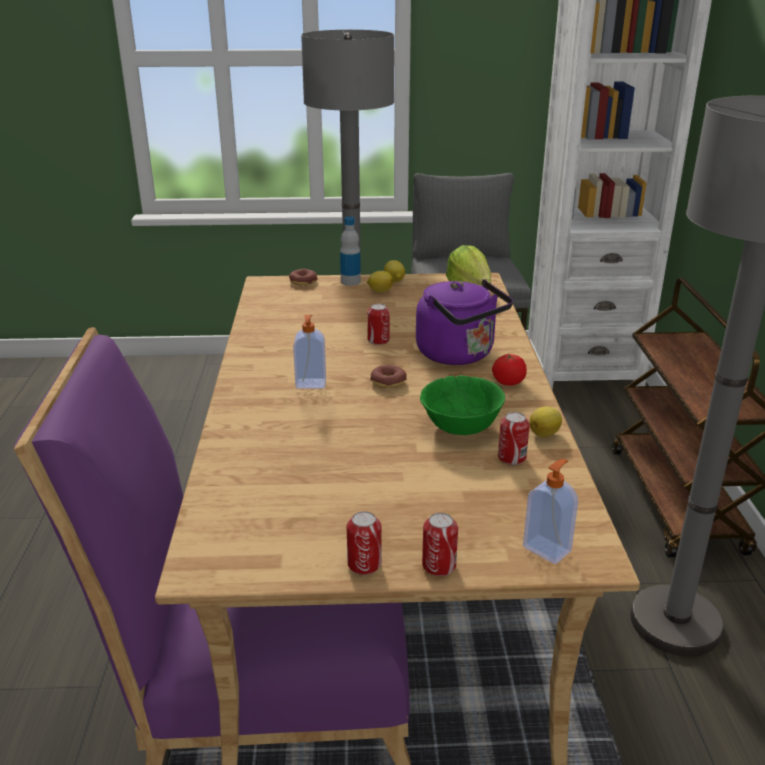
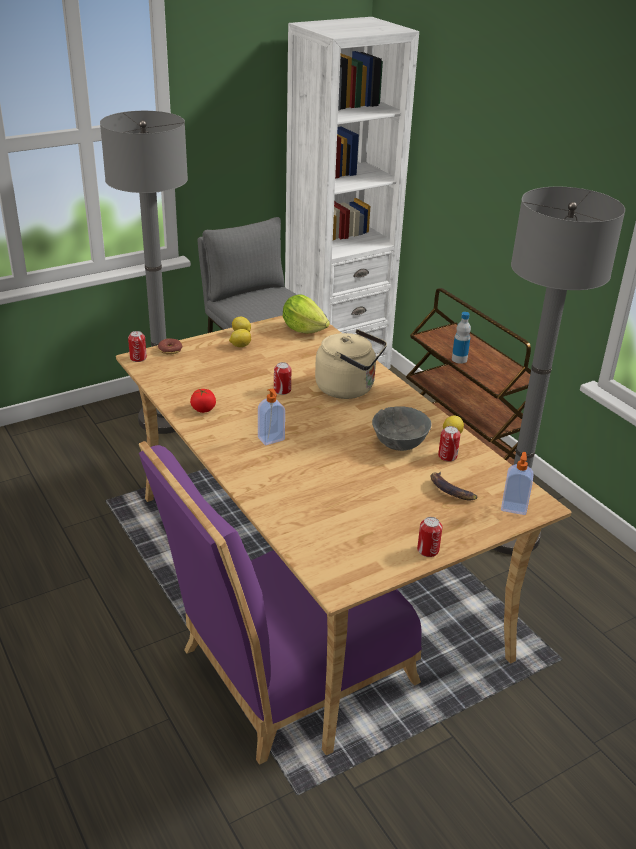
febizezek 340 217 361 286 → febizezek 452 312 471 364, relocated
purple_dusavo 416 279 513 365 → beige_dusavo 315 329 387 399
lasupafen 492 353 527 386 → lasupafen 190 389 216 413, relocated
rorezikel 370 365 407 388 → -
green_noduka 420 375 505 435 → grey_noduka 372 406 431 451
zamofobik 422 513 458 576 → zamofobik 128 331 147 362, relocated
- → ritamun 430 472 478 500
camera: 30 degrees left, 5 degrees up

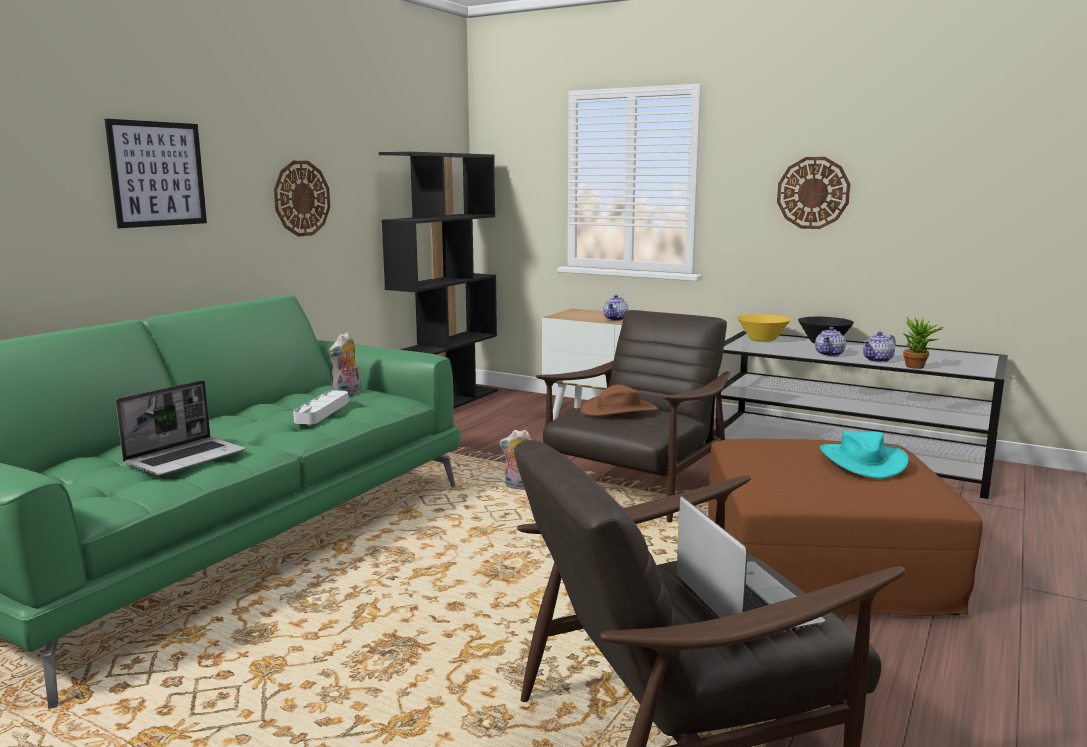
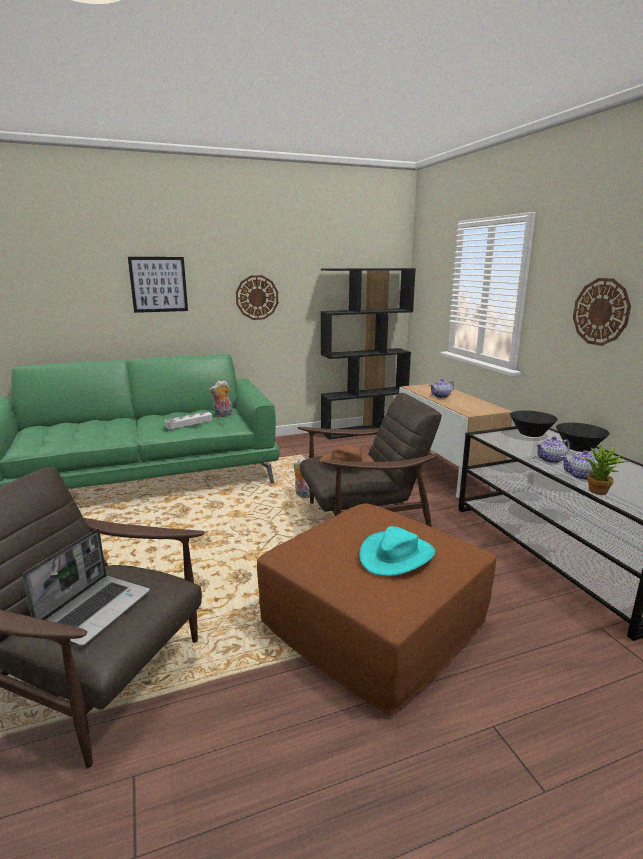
yellow_noduka 737 314 791 342 → black_noduka 510 411 558 437
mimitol 116 380 246 476 → -
camera: 40 degrees right, 5 degrees up

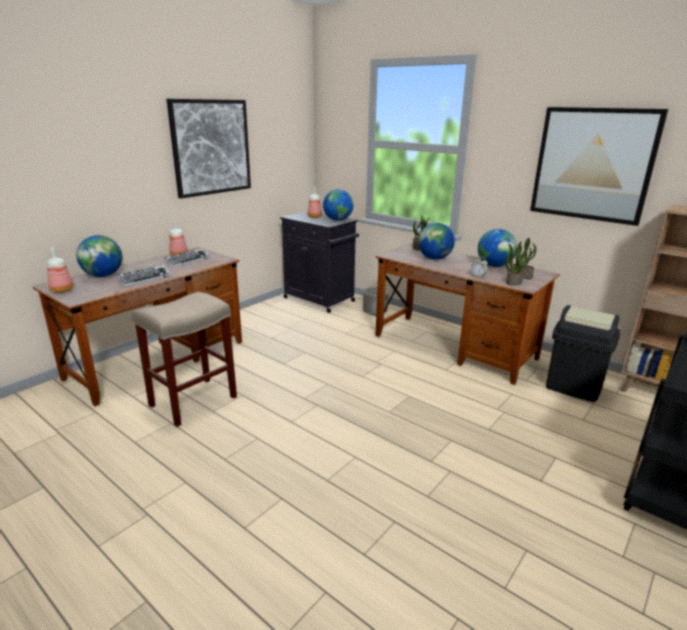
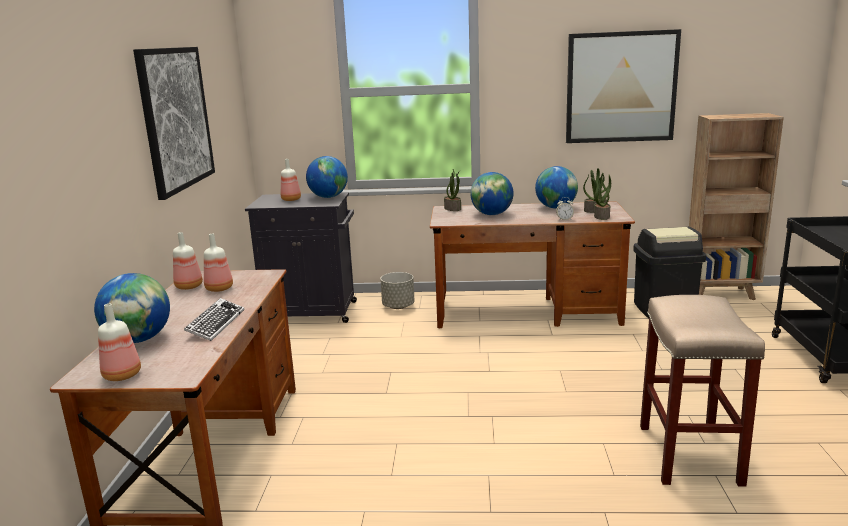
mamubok 164 248 211 267 → febizezek 204 234 233 292
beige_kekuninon 132 292 237 427 → beige_kekuninon 640 295 765 487, relocated
camera: 35 degrees left, 5 degrees down

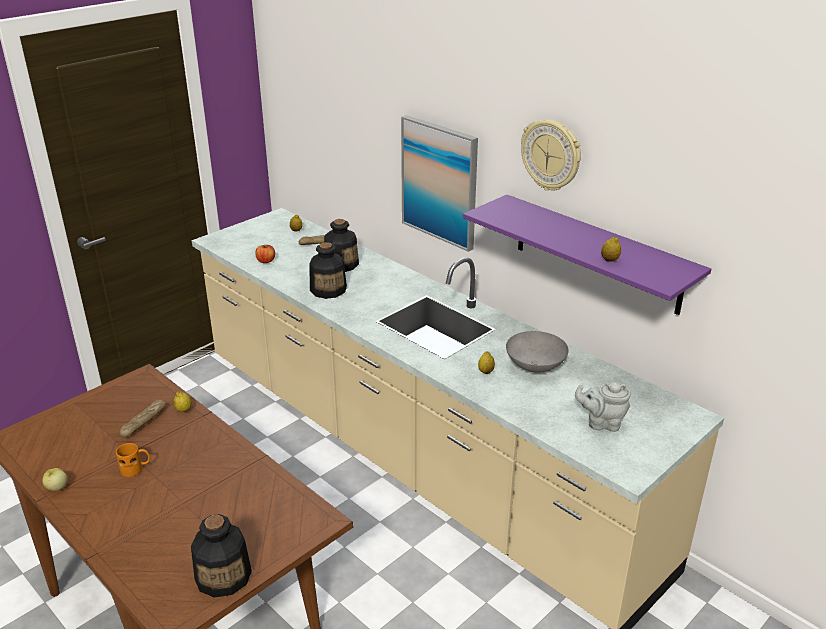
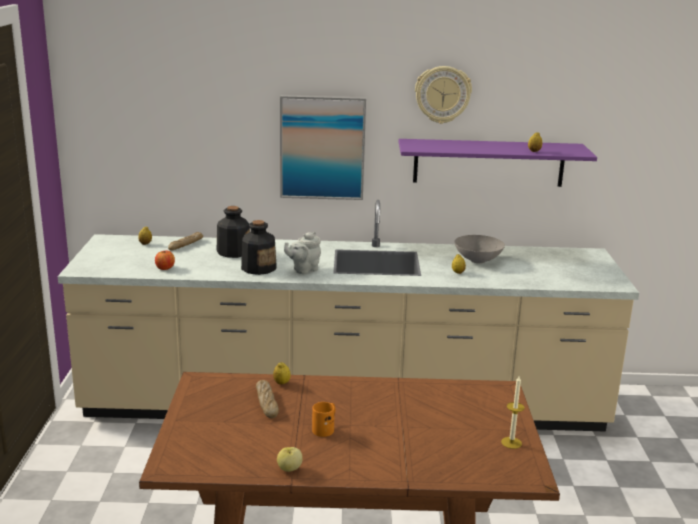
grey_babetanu 575 382 631 432 → grey_babetanu 284 232 321 274, relocated
febizezek 191 514 252 598 → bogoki 501 376 525 449
camera: 45 degrees left, 10 degrees down

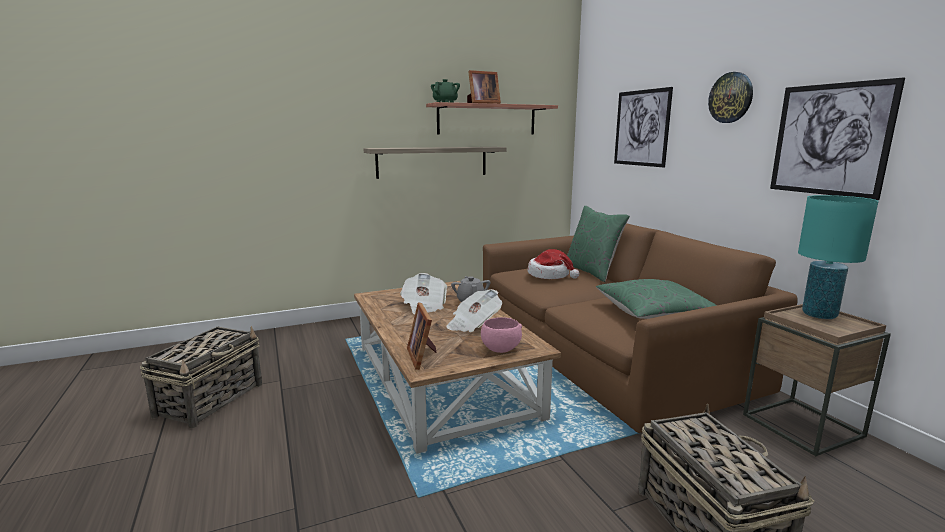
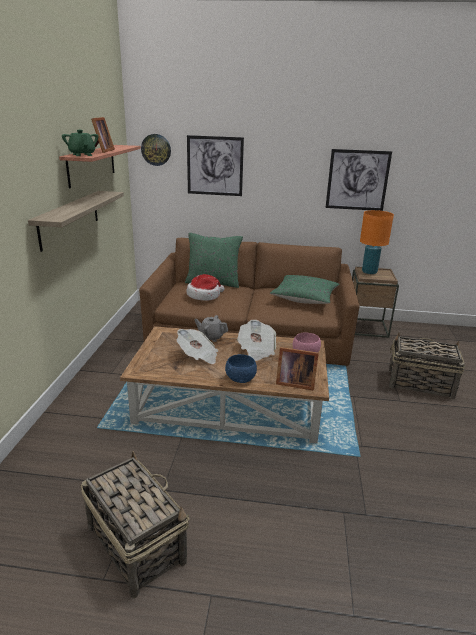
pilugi 708 72 753 123 → pilugi 141 134 171 166, relocated
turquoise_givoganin 798 195 879 319 → orange_givoganin 360 210 394 274
- → blue_noduka 225 354 257 383
camera: 60 degrees left, 10 degrees up

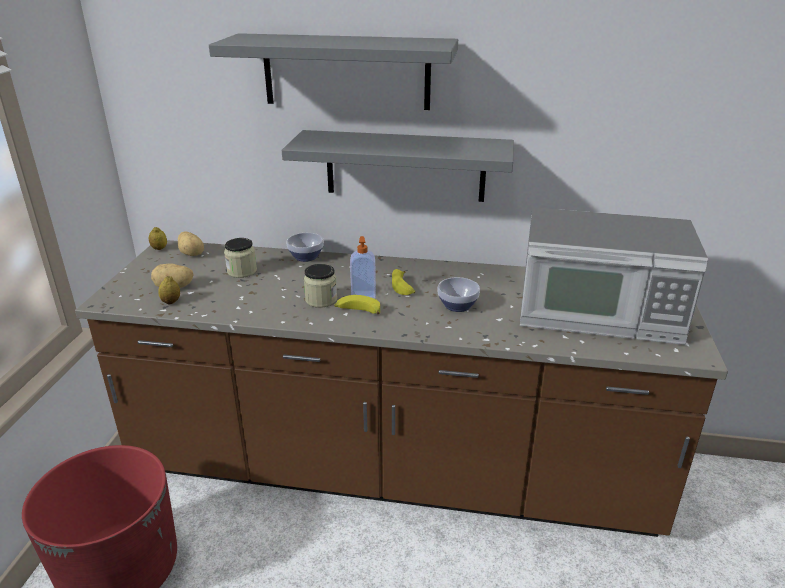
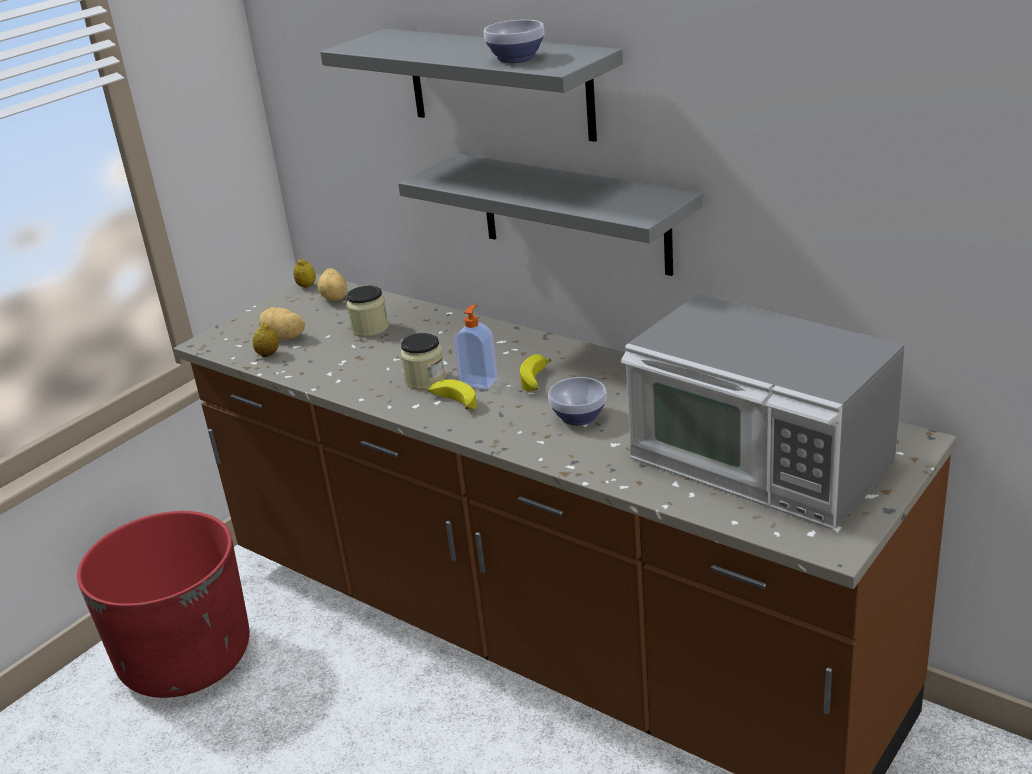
noduka 287 233 324 262 → noduka 484 20 544 63, relocated
camera: 30 degrees right, 0 degrees up

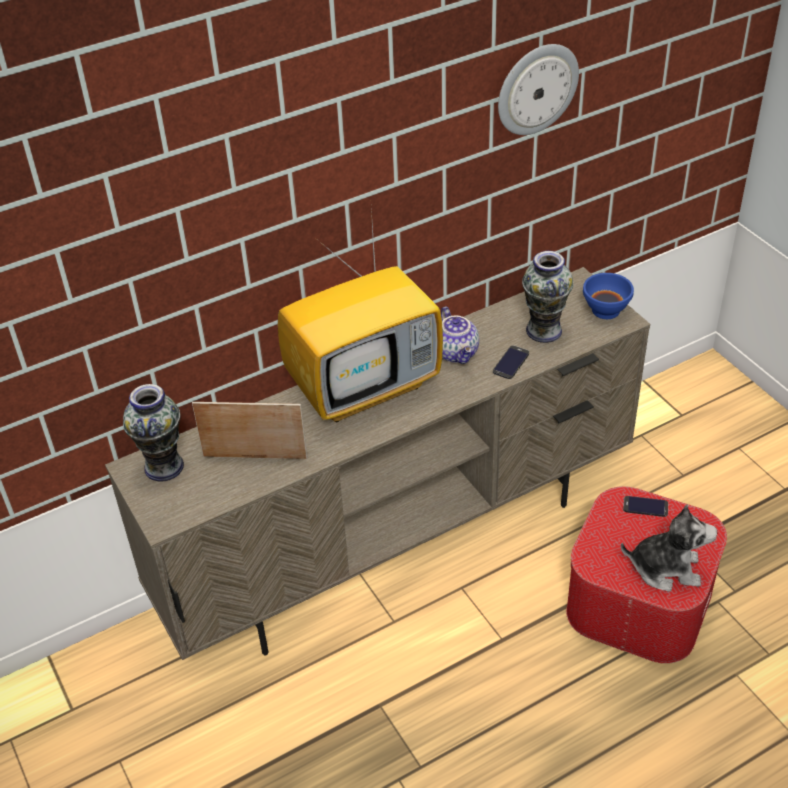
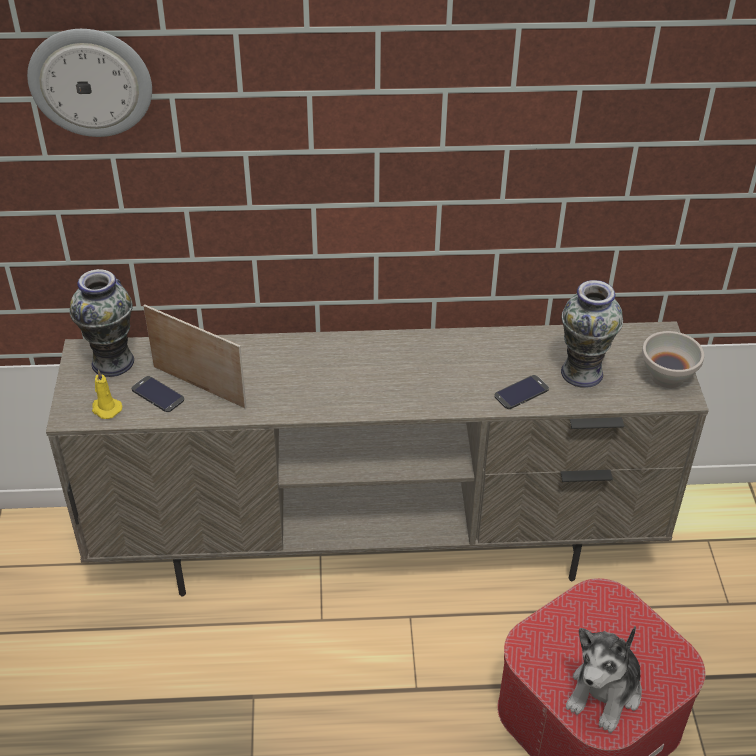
pilugi 498 44 579 135 → pilugi 27 29 152 137, relocated
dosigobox 278 209 443 422 → -
blue_noduka 583 273 634 319 → white_noduka 642 331 704 388
babetanu 441 307 479 364 → -
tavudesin 623 496 668 517 → tavudesin 131 376 184 412, relocated
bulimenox 621 505 718 591 → bulimenox 566 626 642 733, 90 degrees clockwise
- → yellow_bogoki 92 370 122 419
camera: 25 degrees right, 0 degrees up

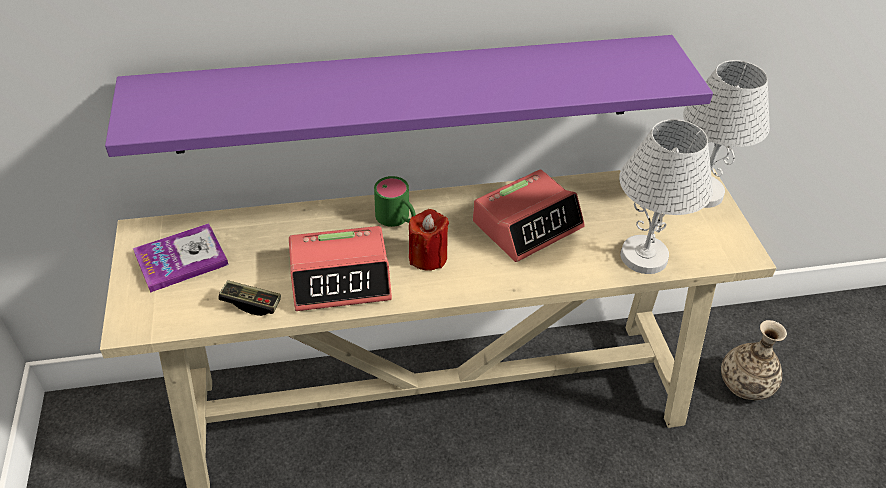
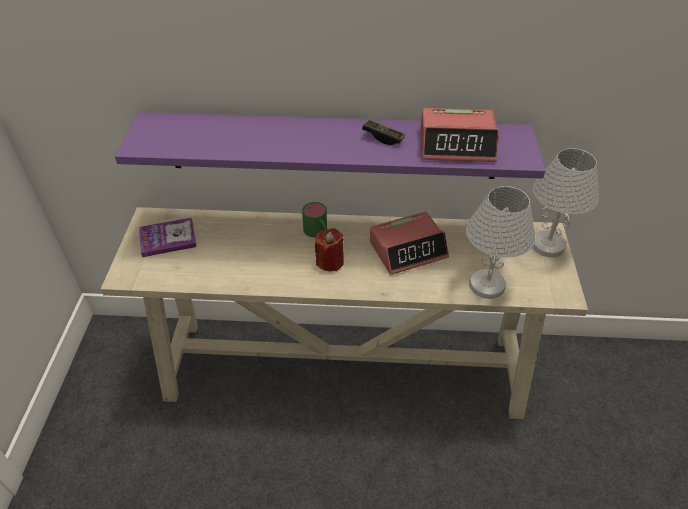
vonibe 289 226 392 311 → vonibe 420 108 499 162, relocated
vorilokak 218 280 281 316 → vorilokak 362 119 405 145, relocated
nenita 721 320 787 400 → -
camera: 15 degrees right, 0 degrees up

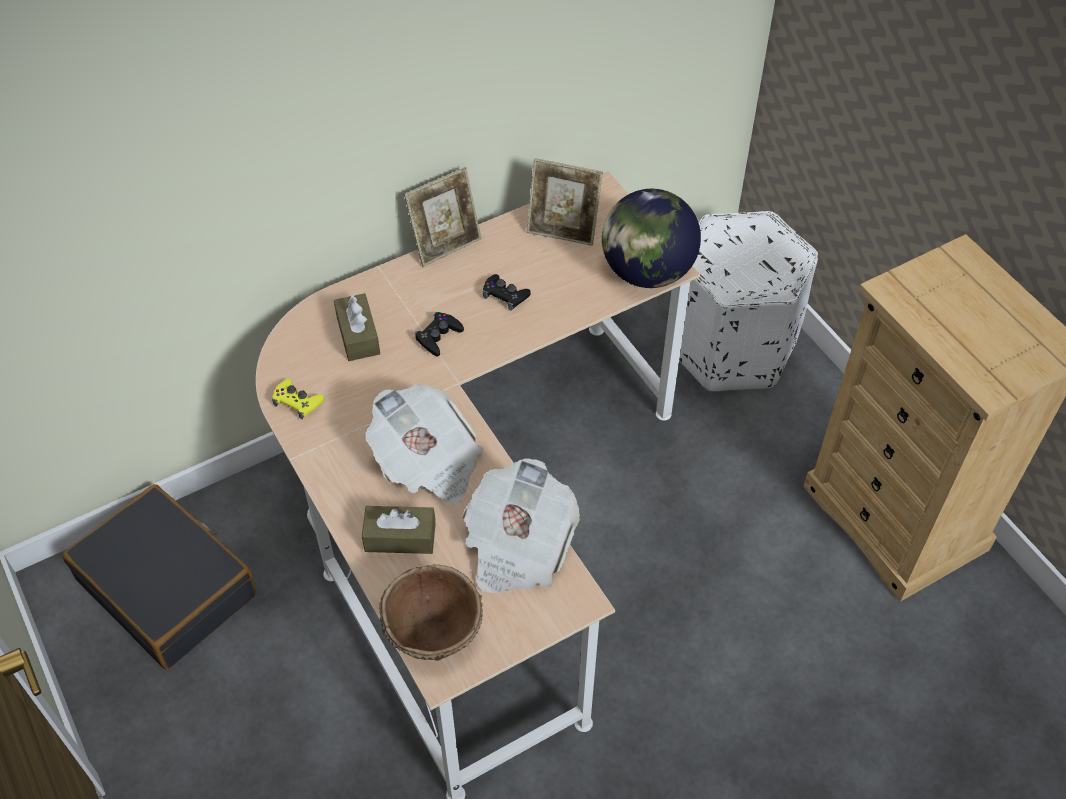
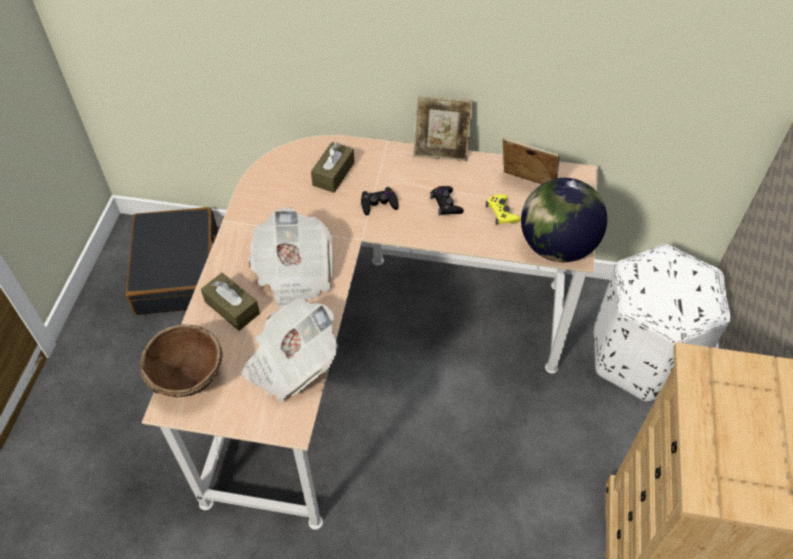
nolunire 527 158 603 246 → nolunire 502 138 560 184, 150 degrees clockwise
yellow_vorilokak 272 379 325 419 → yellow_vorilokak 486 194 521 225, relocated
camera: 40 degrees right, 0 degrees up

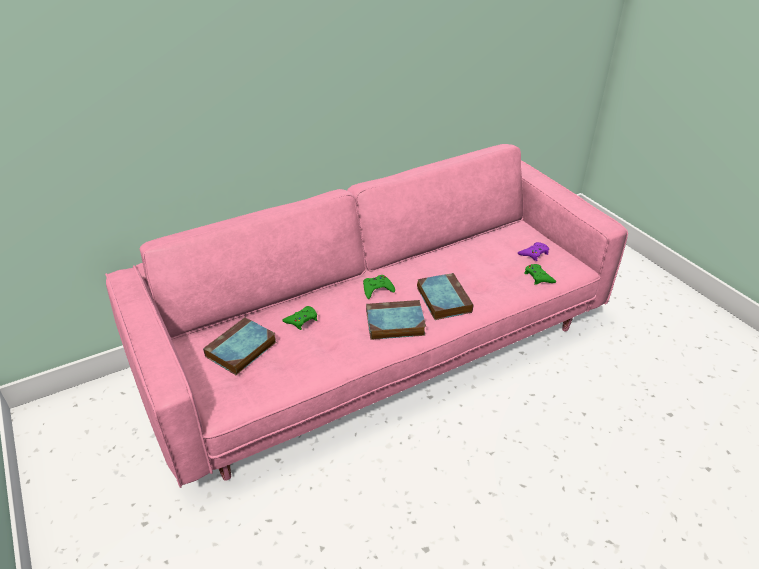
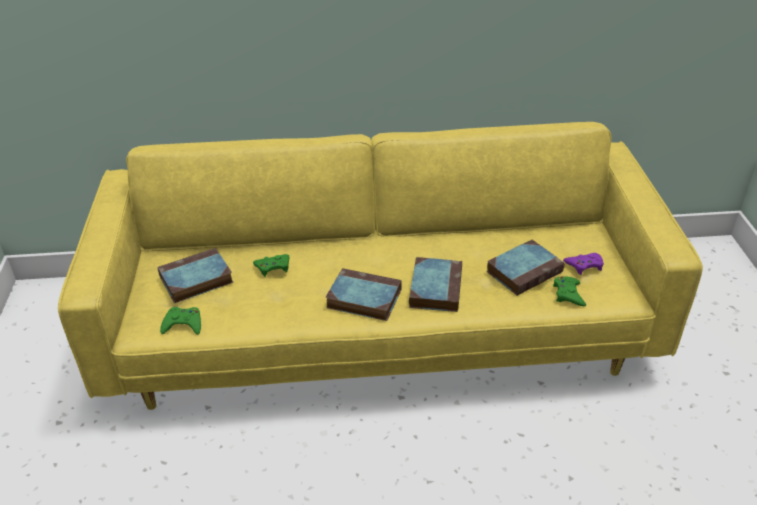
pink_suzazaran 105 144 628 488 → yellow_suzazaran 58 122 703 410
green_vorilokak 363 275 395 299 → green_vorilokak 160 307 201 335, relocated
- → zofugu 486 240 565 296
camera: 25 degrees right, 0 degrees up

